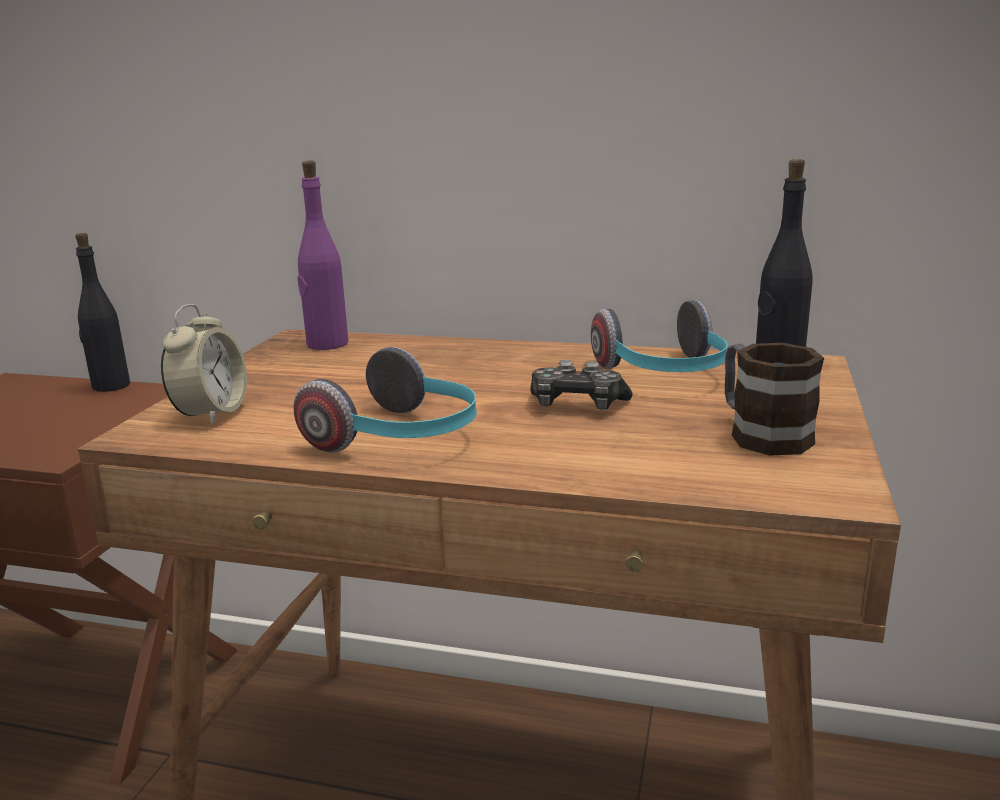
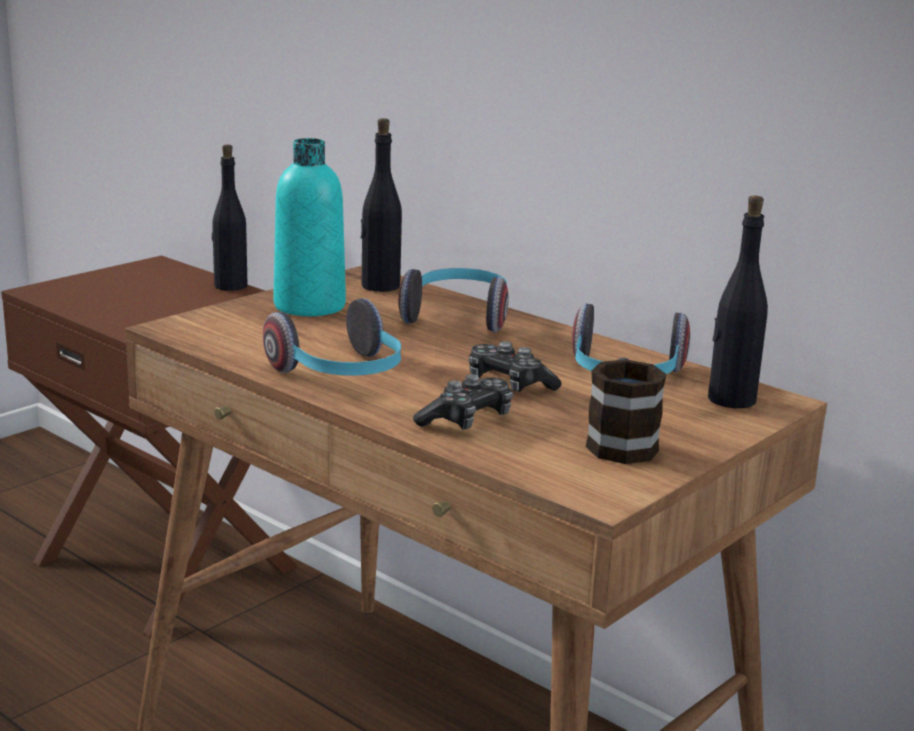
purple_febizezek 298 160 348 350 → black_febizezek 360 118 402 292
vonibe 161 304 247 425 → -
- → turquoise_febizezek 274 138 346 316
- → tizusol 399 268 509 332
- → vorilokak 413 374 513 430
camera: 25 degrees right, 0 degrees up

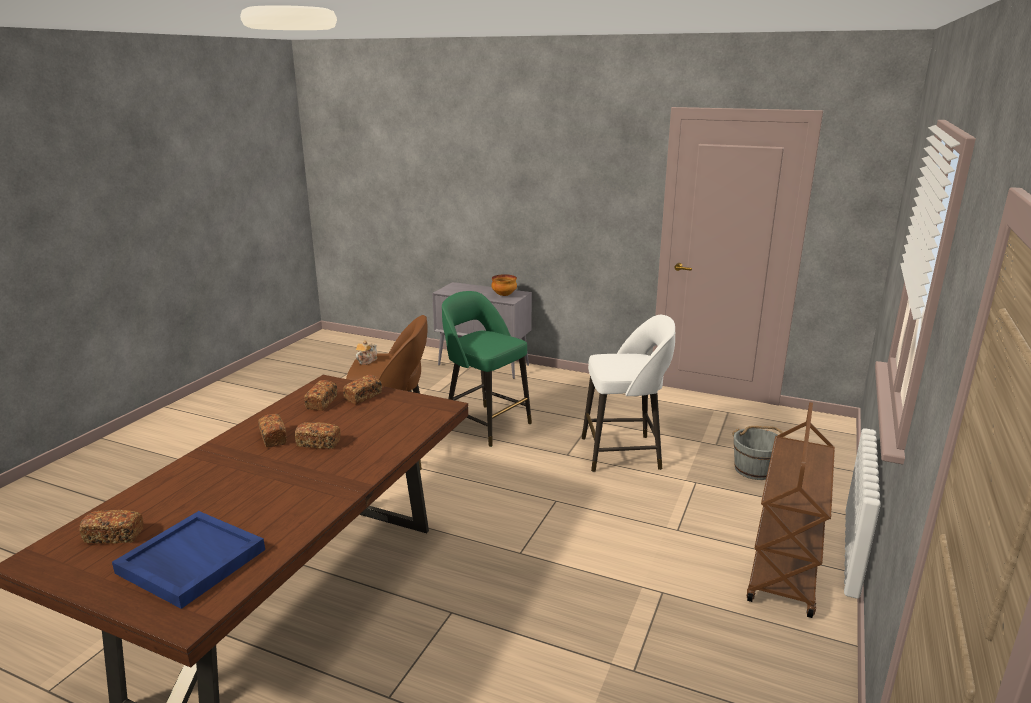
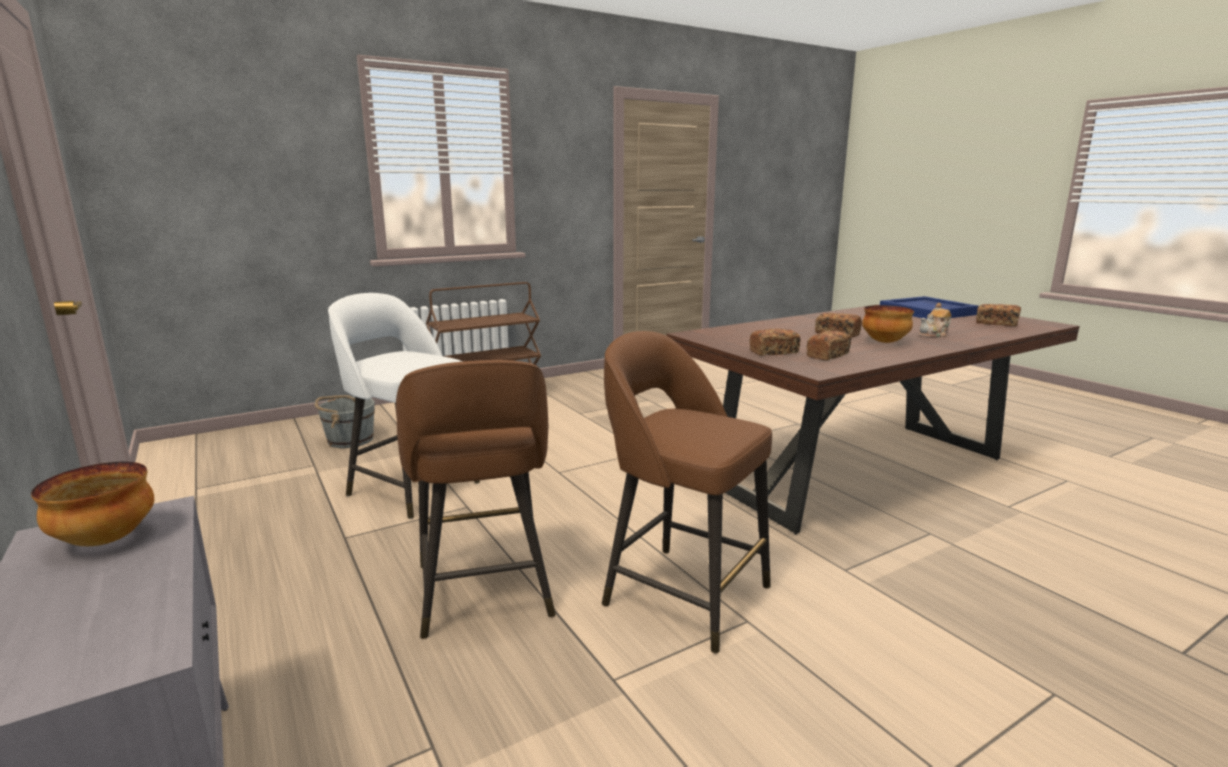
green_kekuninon 442 291 532 447 → brown_kekuninon 396 360 556 639
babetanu 356 340 377 365 → babetanu 919 303 951 338, relocated
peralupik 258 414 287 447 → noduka 862 305 914 343
camera: 145 degrees left, 5 degrees down

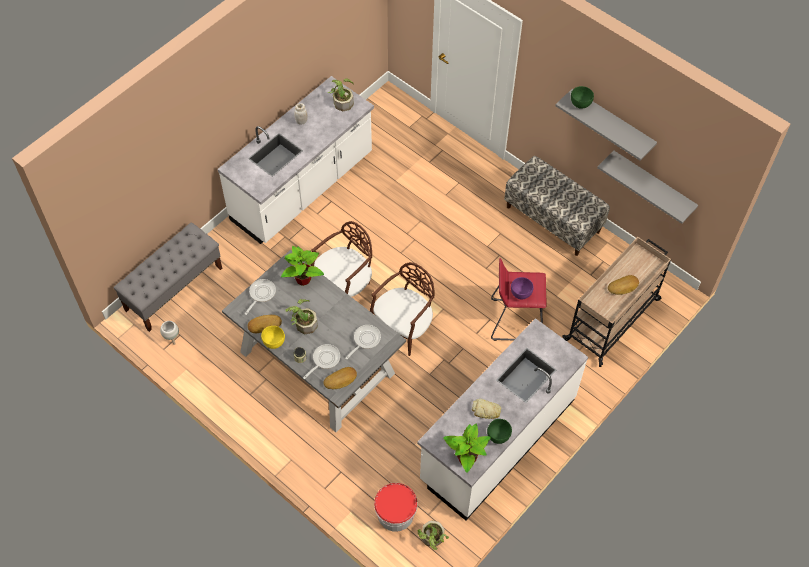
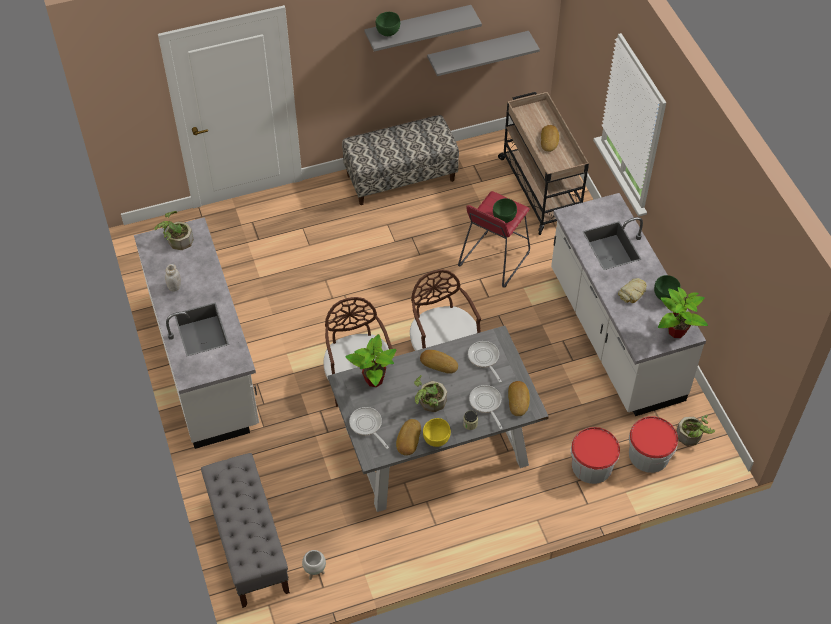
purple_noduka 511 277 534 299 → green_noduka 493 198 517 223
- → peralupik 420 350 458 374
- → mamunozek 570 427 620 484
camera: 60 degrees left, 5 degrees down

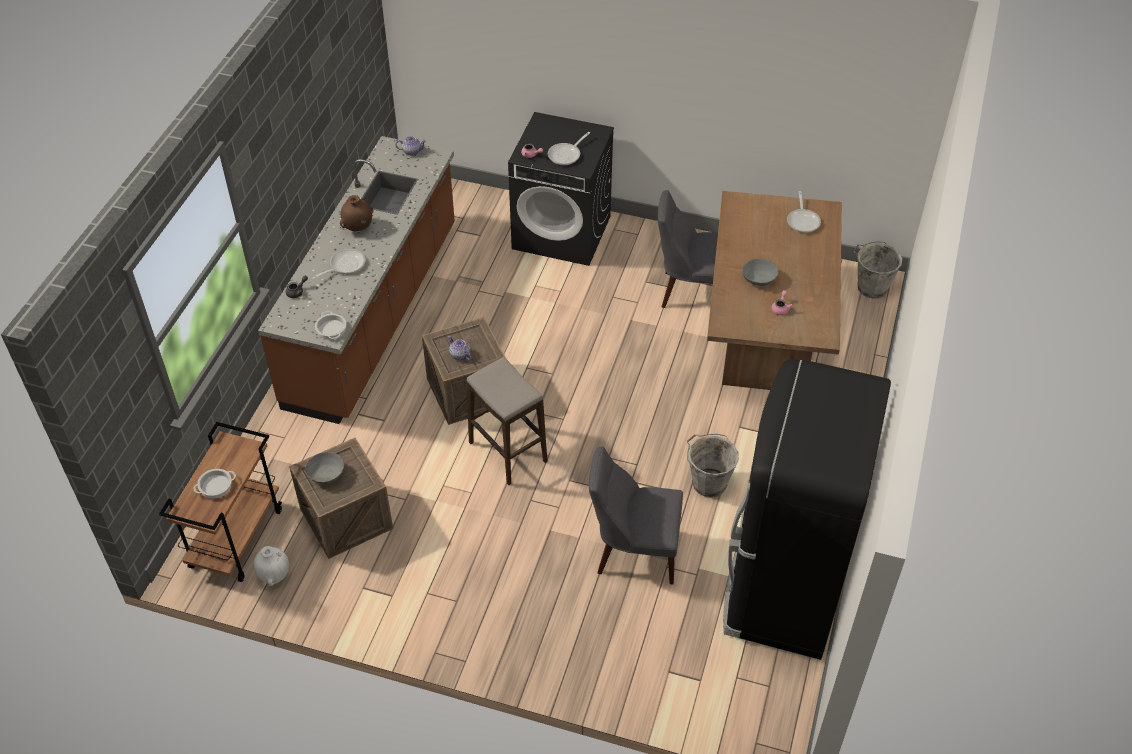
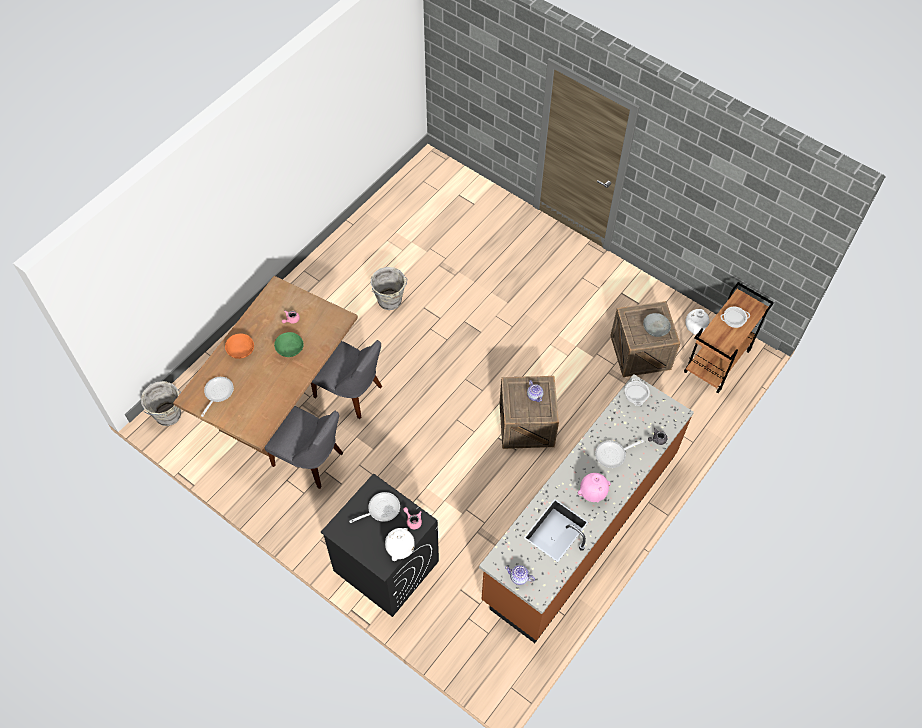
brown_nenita 340 195 374 231 → pink_nenita 578 473 611 502
grey_noduka 742 259 778 286 → green_noduka 274 332 304 357
kekuninon 467 357 548 485 → -
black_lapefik 723 359 891 660 → -
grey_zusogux 589 446 683 585 → grey_zusogux 311 340 382 419, relocated
- → orange_noduka 225 334 254 359
- → white_nenita 385 528 415 561
camera: 160 degrees left, 10 degrees up

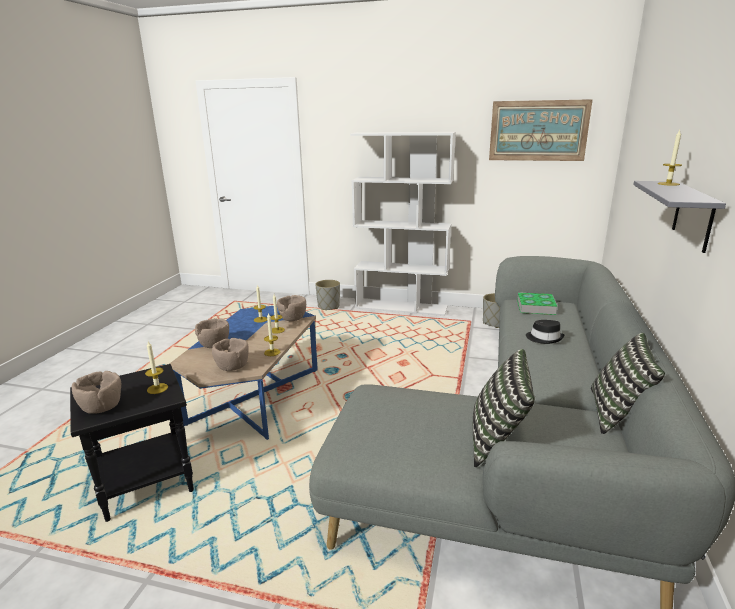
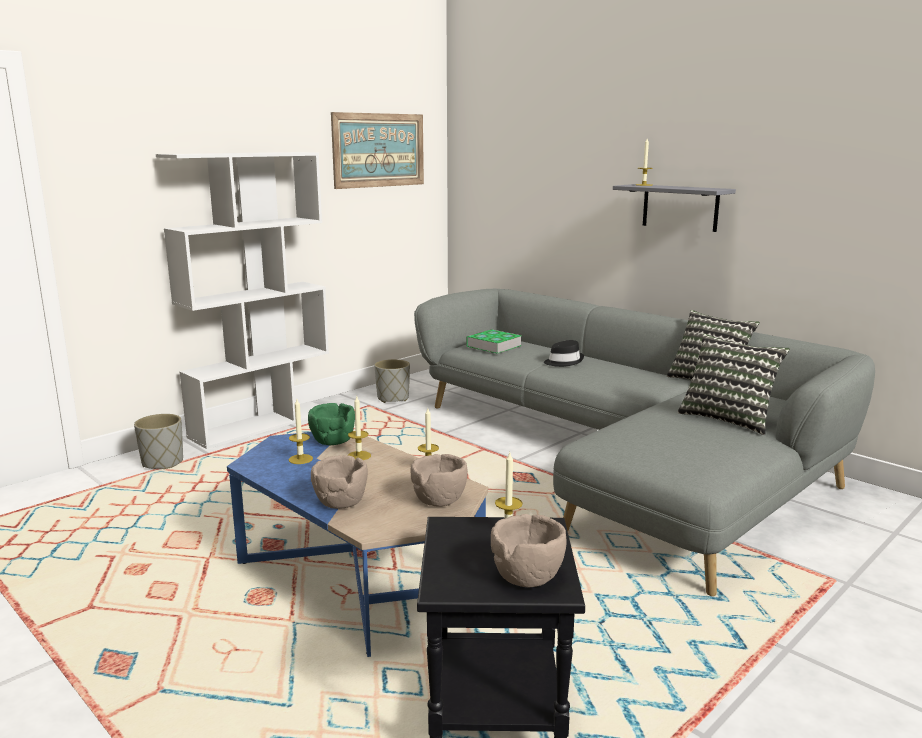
brown_noduka 277 295 306 321 → green_noduka 308 403 355 445
camera: 60 degrees left, 5 degrees down

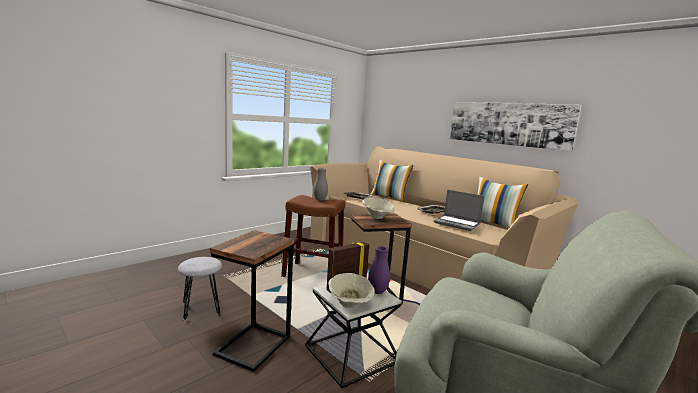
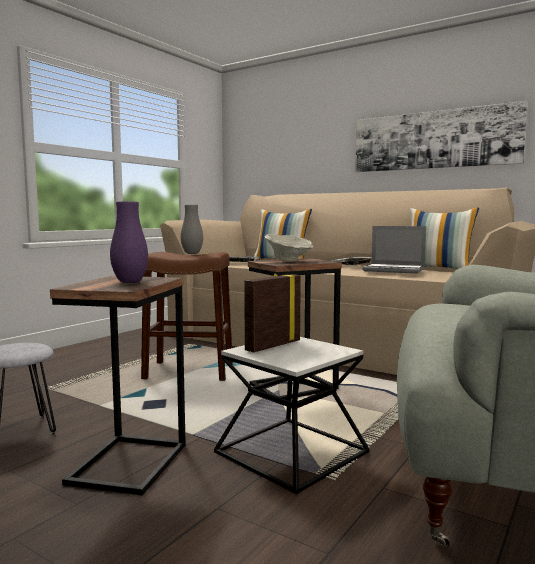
purple_nenita 368 246 390 294 → purple_nenita 110 201 148 283, relocated
beige_noduka 328 273 375 308 → -
camera: 10 degrees left, 5 degrees down

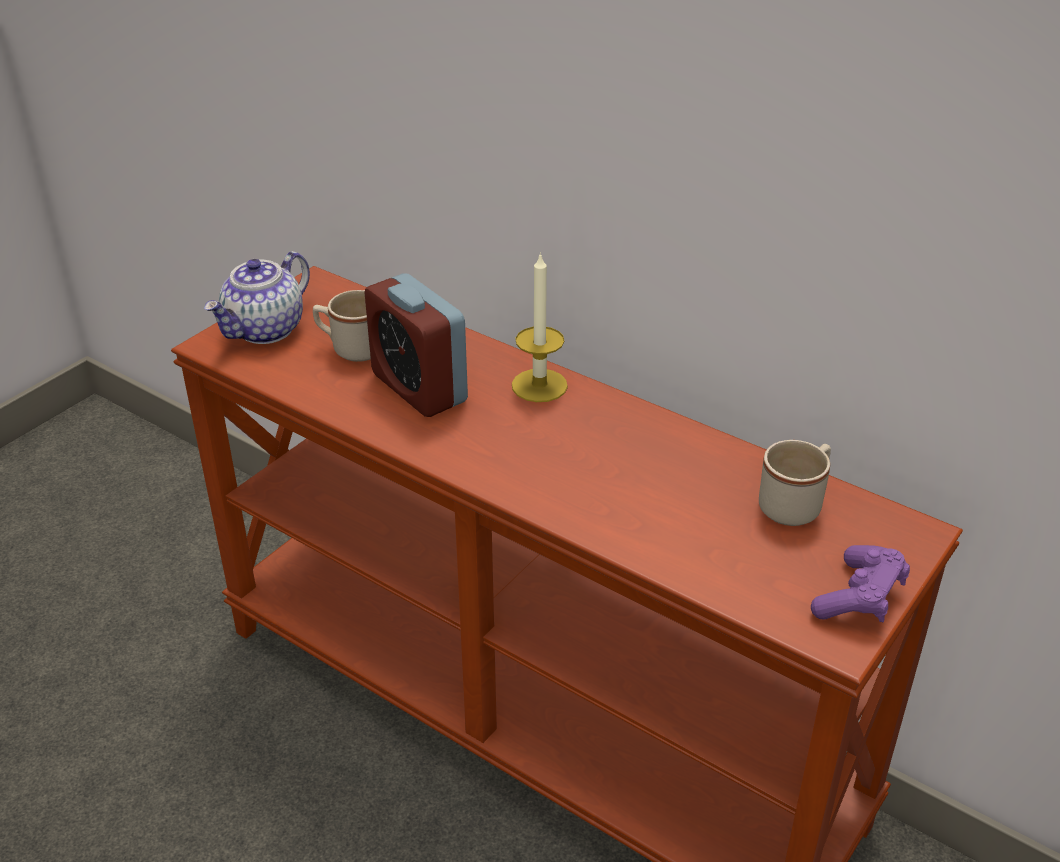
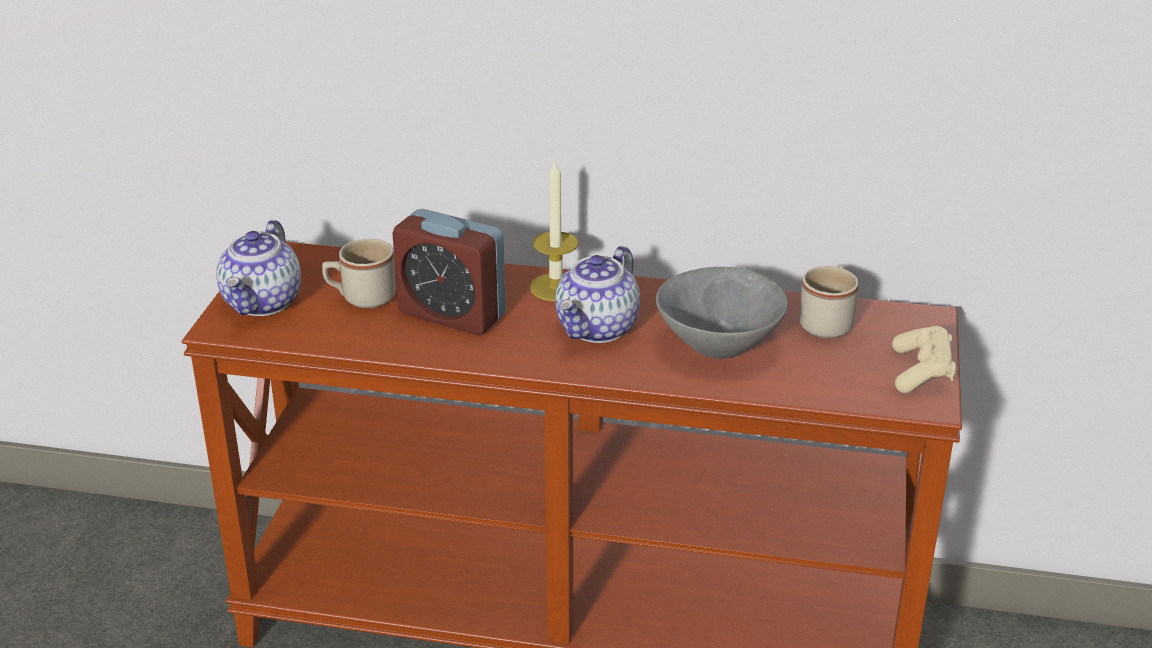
purple_vorilokak 811 545 910 622 → beige_vorilokak 892 326 956 393
- → babetanu 555 246 640 343
- → grey_noduka 656 267 788 359
camera: 25 degrees left, 5 degrees down

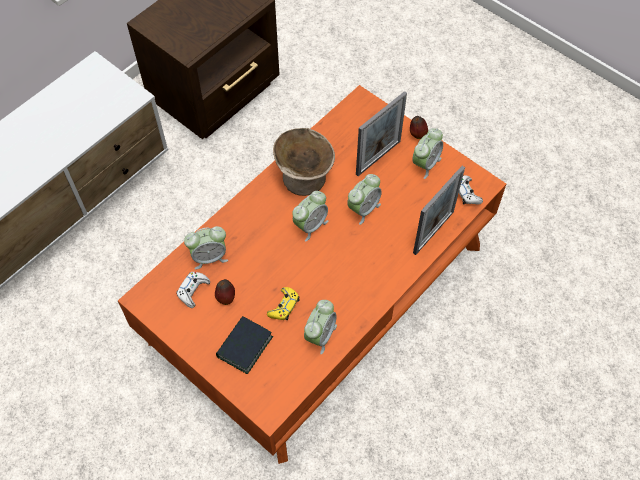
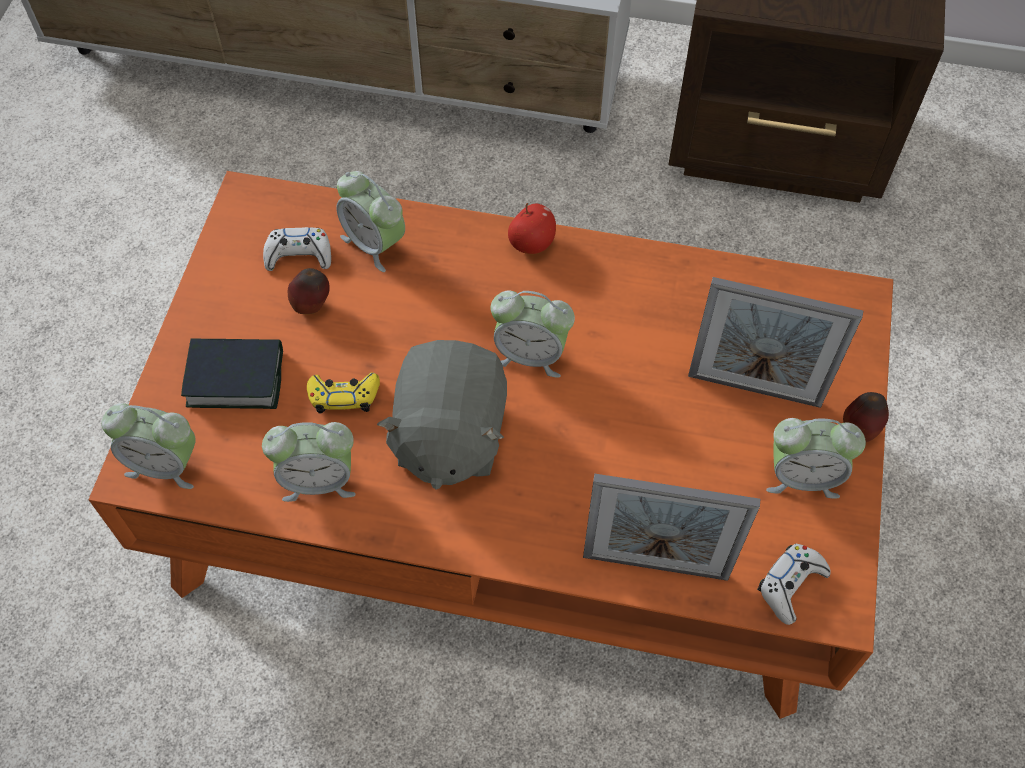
beige_noduka 273 128 335 196 → -
vonibe 347 174 382 225 → vonibe 101 403 195 489, relocated
- → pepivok 508 203 556 254
- → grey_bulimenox 377 340 507 490
camera: 60 degrees right, 0 degrees up

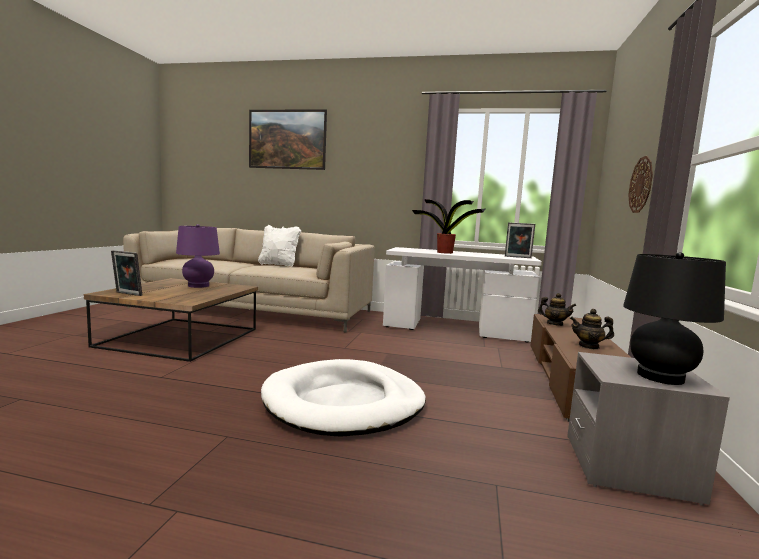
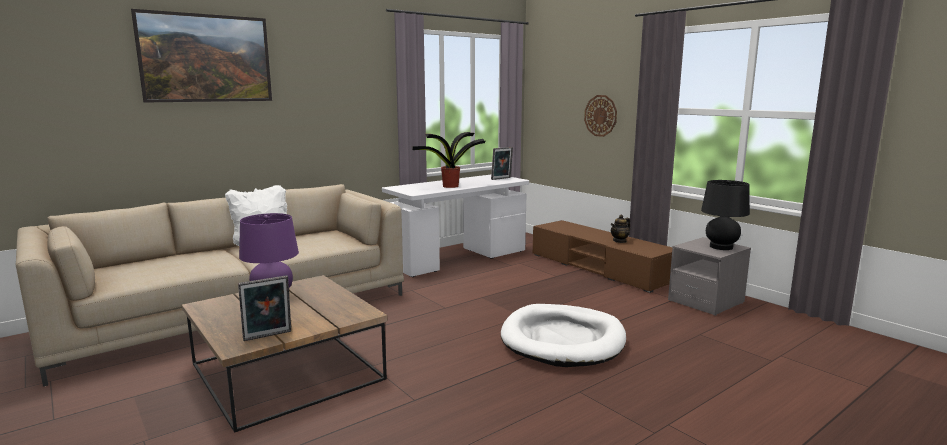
babetanu 538 293 576 326 → -
camera: 50 degrees left, 5 degrees up

